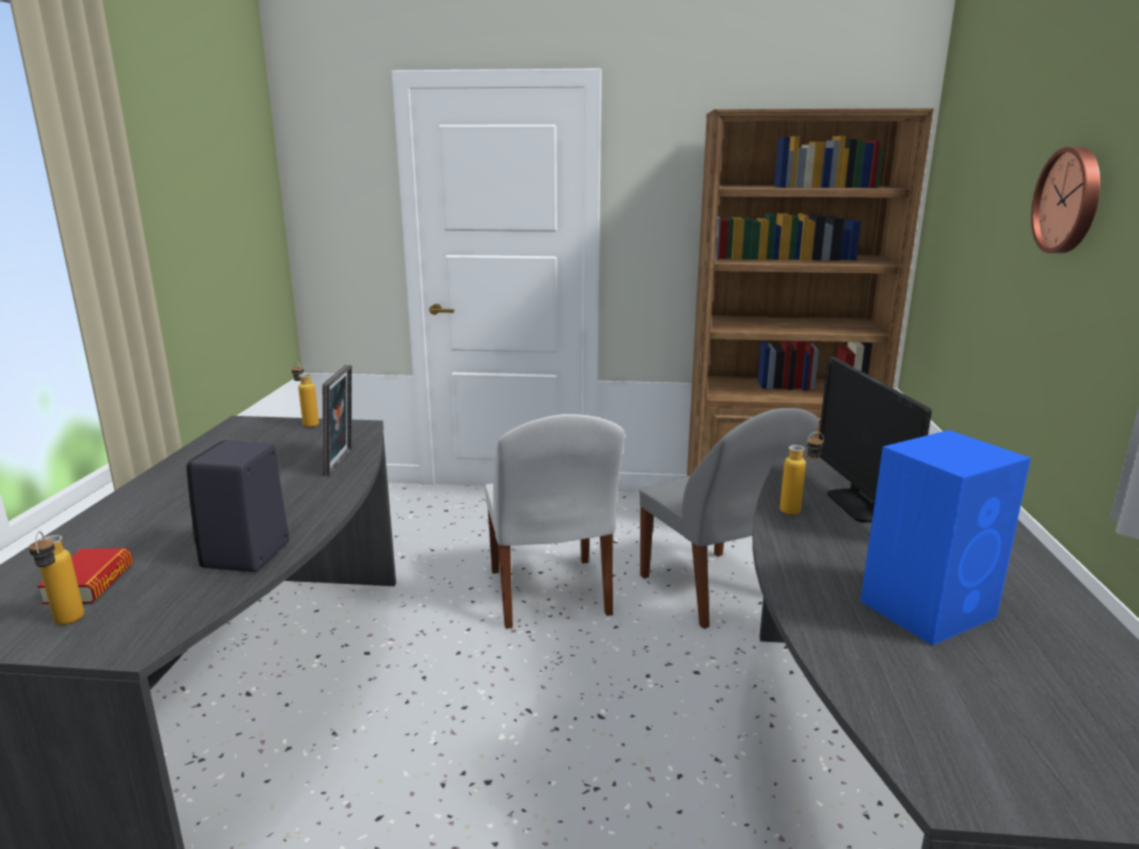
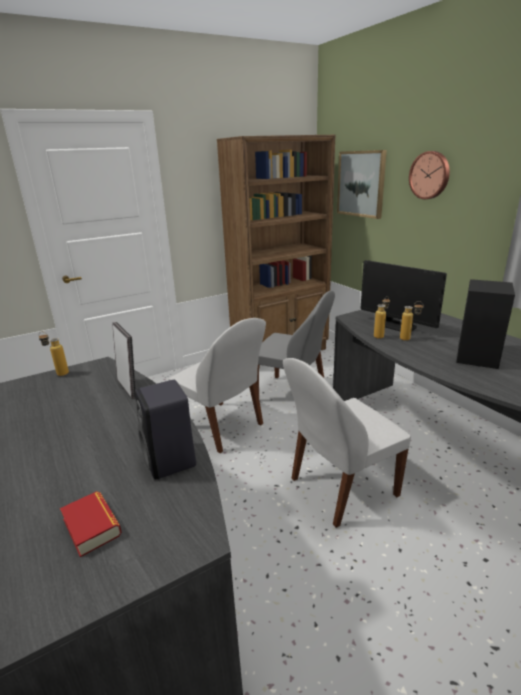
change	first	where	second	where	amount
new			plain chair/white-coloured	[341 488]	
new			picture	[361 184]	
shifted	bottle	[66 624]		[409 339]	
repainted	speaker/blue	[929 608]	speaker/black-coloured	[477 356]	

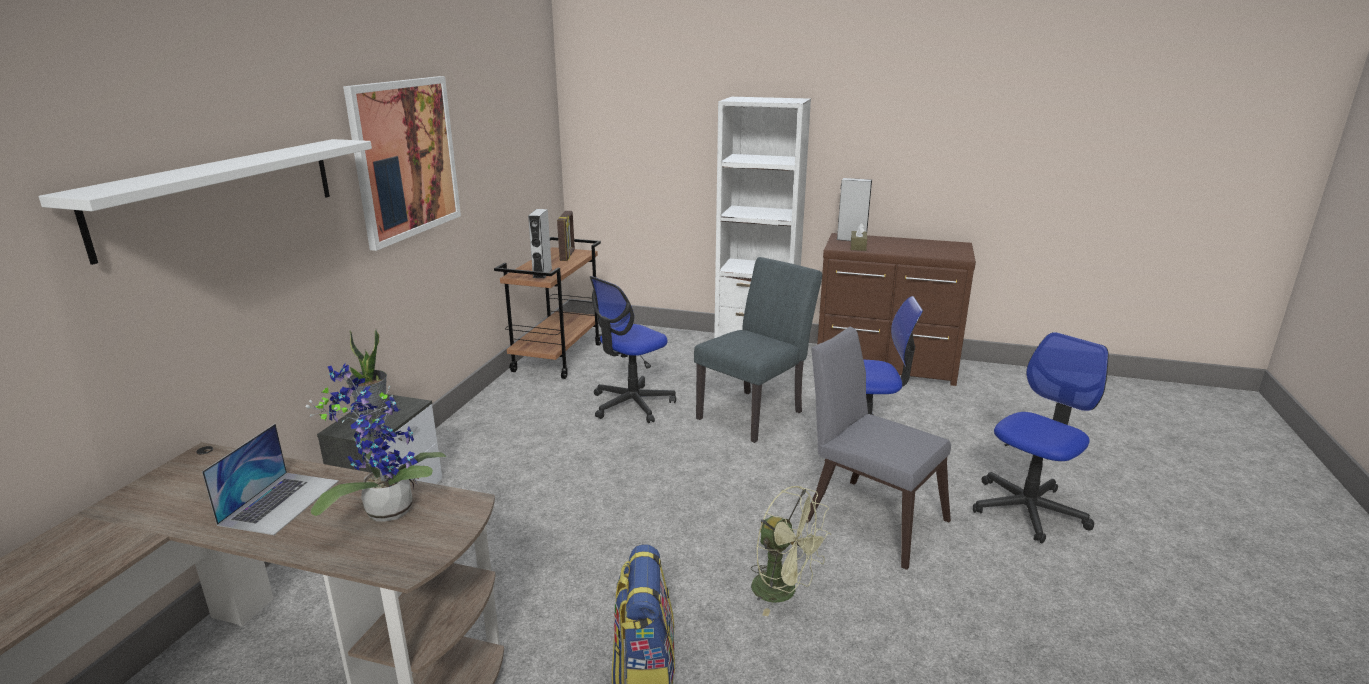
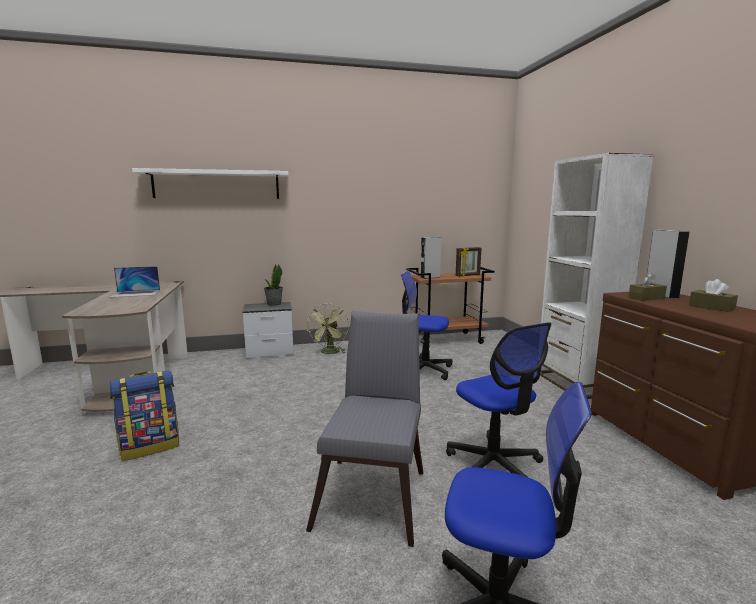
change	first	where	second	where	amount
shifted	electric fan/greenish	[783 592]		[330 353]	
new			tissue box/brownish	[711 307]	
gone	plant in a pot	[385 509]			
gone	picture	[405 159]			
gone	plain chair/gray	[755 412]			

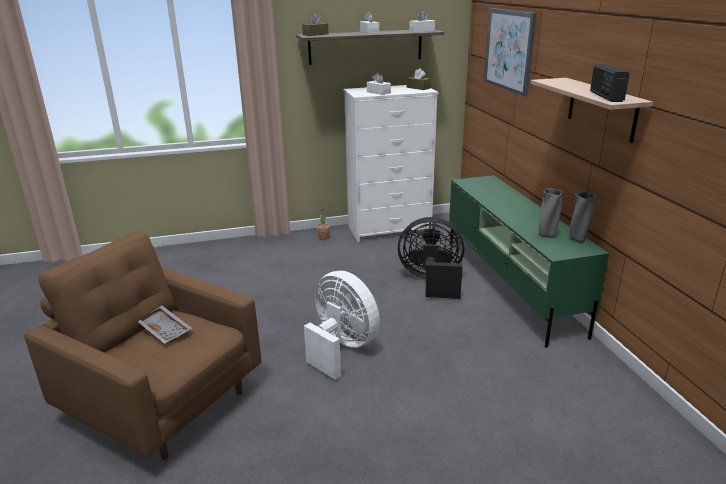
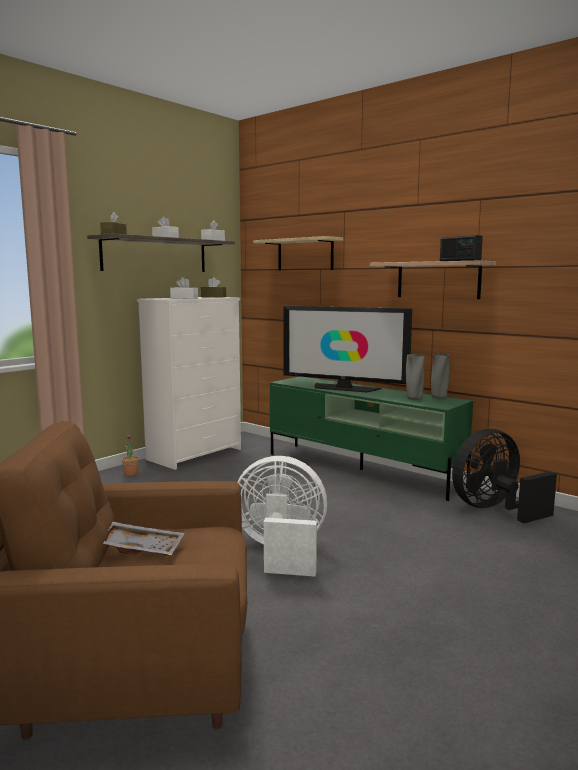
change	first	where	second	where	amount
swapped	picture	[509 50]	shelf/sand-coloured	[305 254]	
new			TV set	[344 388]	
shifted	electric fan/black-coloured	[431 282]		[494 509]	

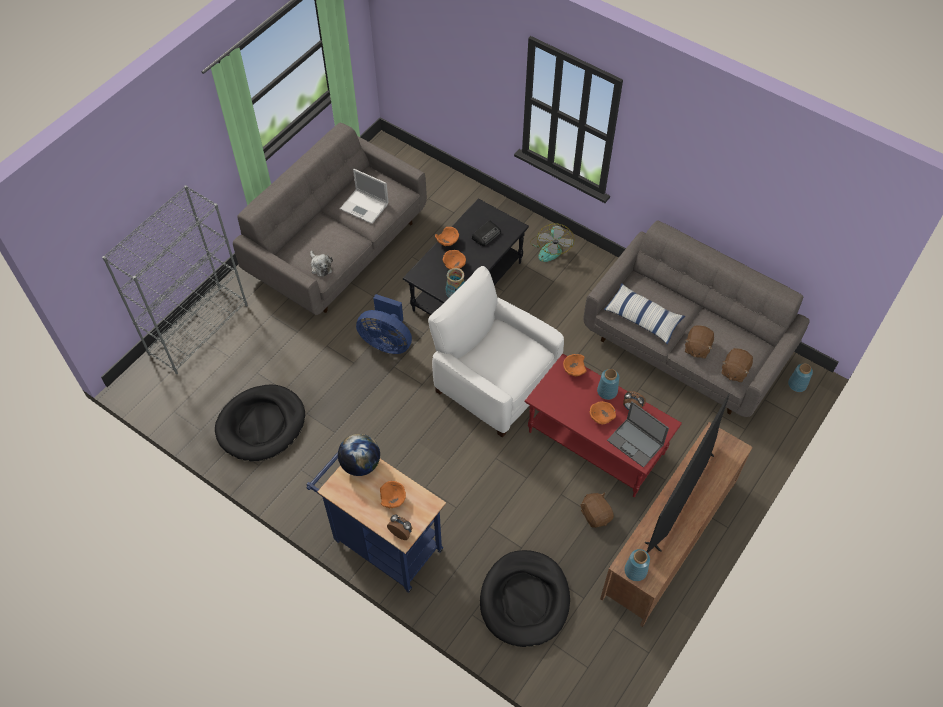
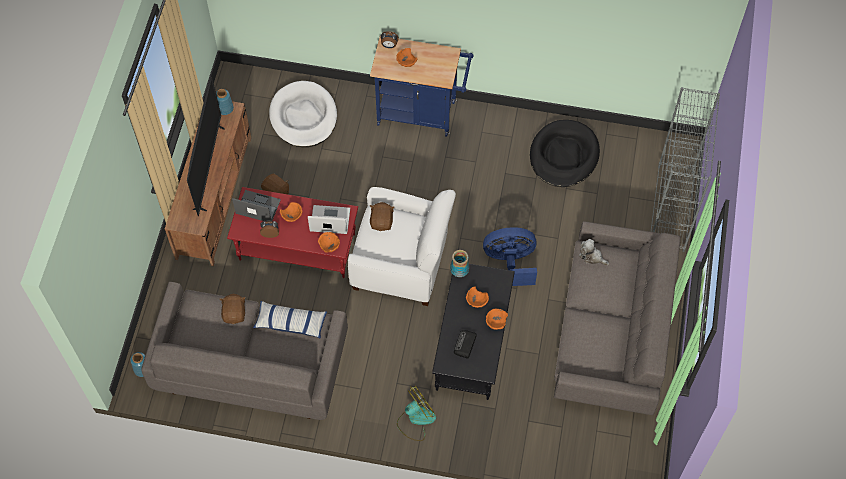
change	first	where	second	where	amount
repainted	pet bed/black-coloured	[525 600]	pet bed/white-coloured	[303 116]	
shifted	portable computer	[365 206]		[329 220]	
shifted	soft toy/brownish	[734 371]		[382 222]	
rotated	electric fan	[550 248]		[416 419]	75 degrees clockwise
gone	desk globe	[360 464]			
gone	decorative vase/blue	[607 391]			

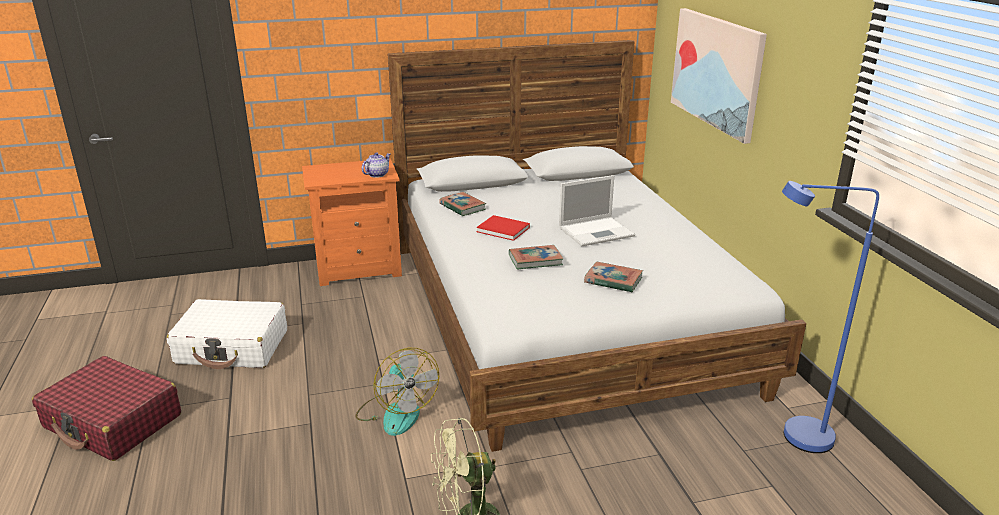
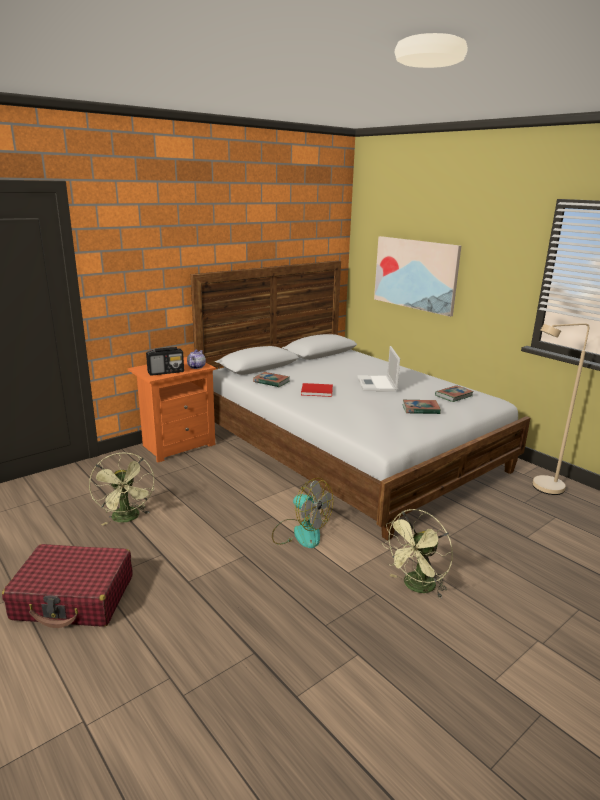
change	first	where	second	where	amount
swapped	suitcase/white-coloured	[232 347]	electric fan/greenish	[127 518]	
new			radio receiver	[166 372]	
rotated	portable computer	[597 231]		[377 384]	135 degrees clockwise
shifted	volume	[535 260]		[454 396]	
repainted	floor lamp/blue	[794 436]	floor lamp/sand-coloured	[540 488]	

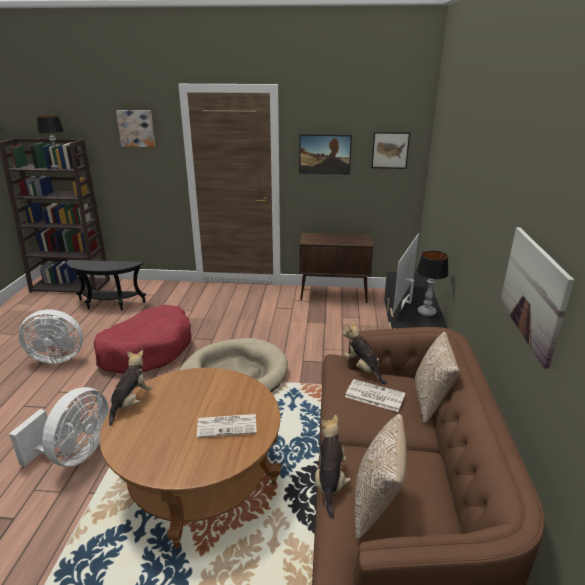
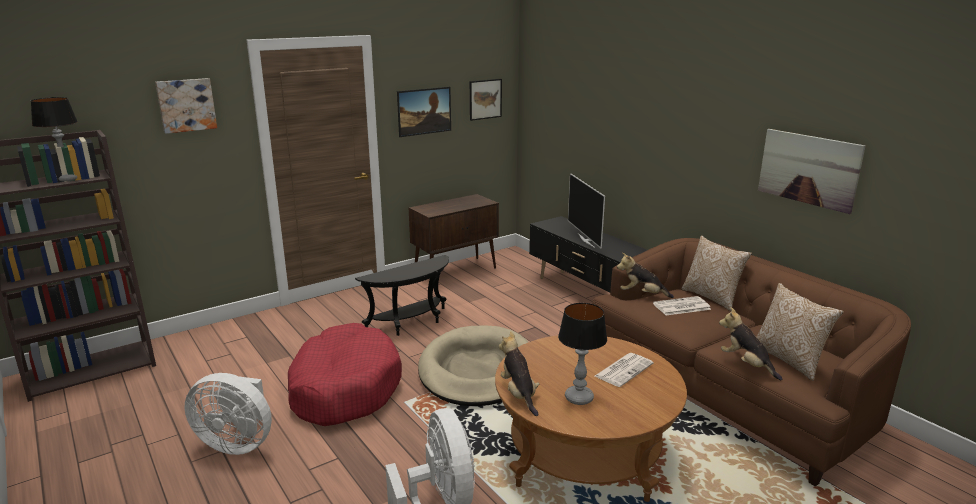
change	first	where	second	where	amount
rotated	electric fan/white-coloured	[57 357]		[237 443]	60 degrees clockwise
shifted	end table/black-coloured	[109 304]		[411 323]	
shifted	table lamp	[427 312]		[579 398]	

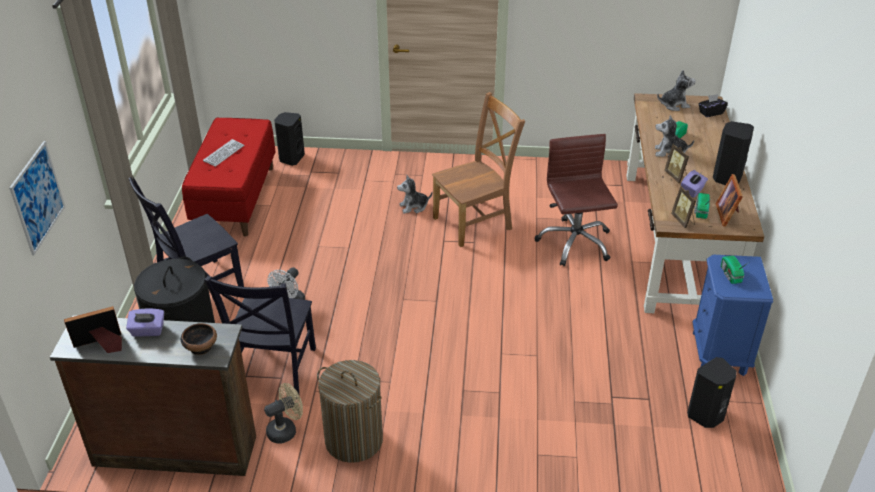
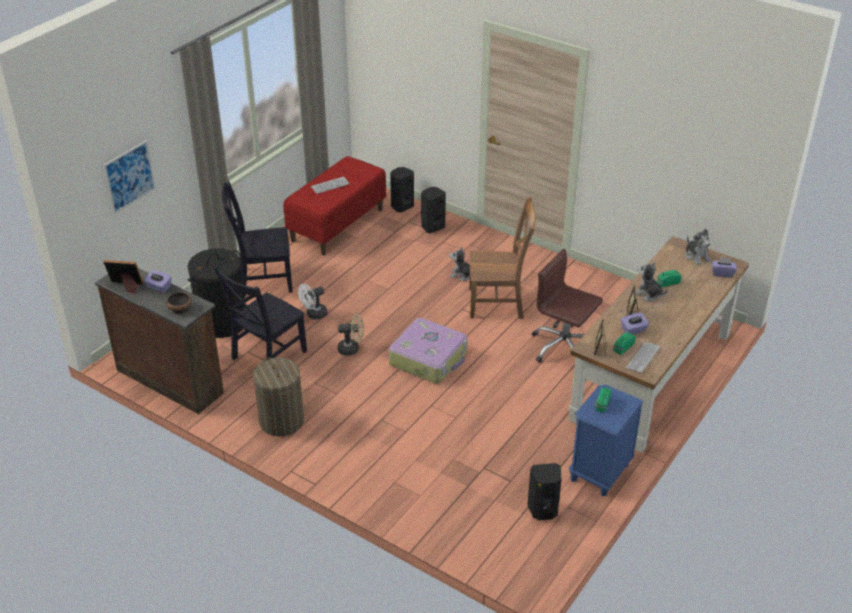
change	first	where	second	where	amount
shifted	electric fan/sand-coloured	[286 430]		[352 349]	
new			suitcase	[429 358]	
shifted	speaker/black-coloured	[726 178]		[432 227]	
rotated	computer chair/brownish	[574 243]		[563 347]	75 degrees counterclockwise
swapped	photo frame	[728 214]	computer keyboard	[643 358]	
rotated	soft toy	[674 105]		[696 256]	45 degrees clockwise
repainted	tissue box/black-coloured	[711 113]	tissue box/purple	[722 273]	

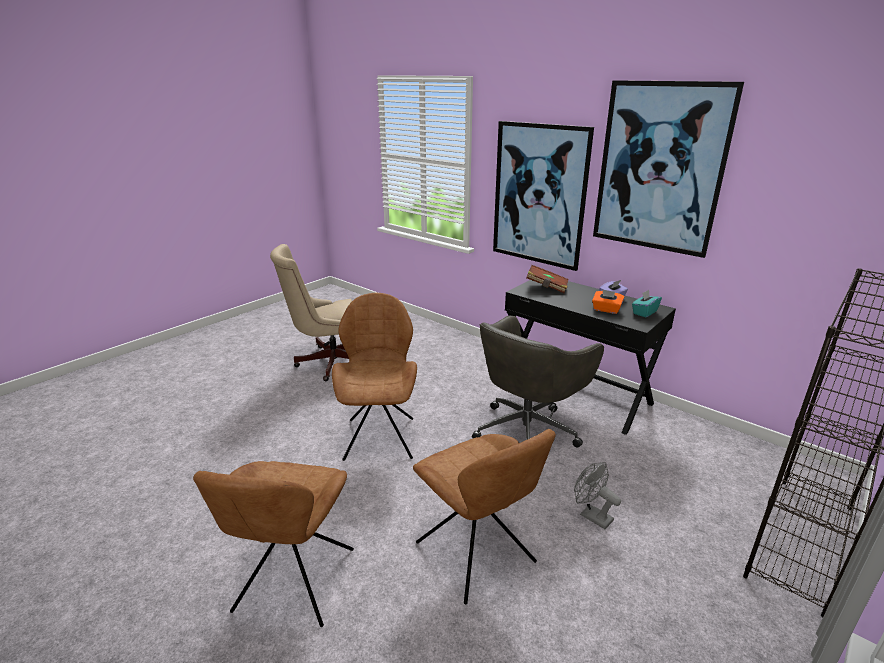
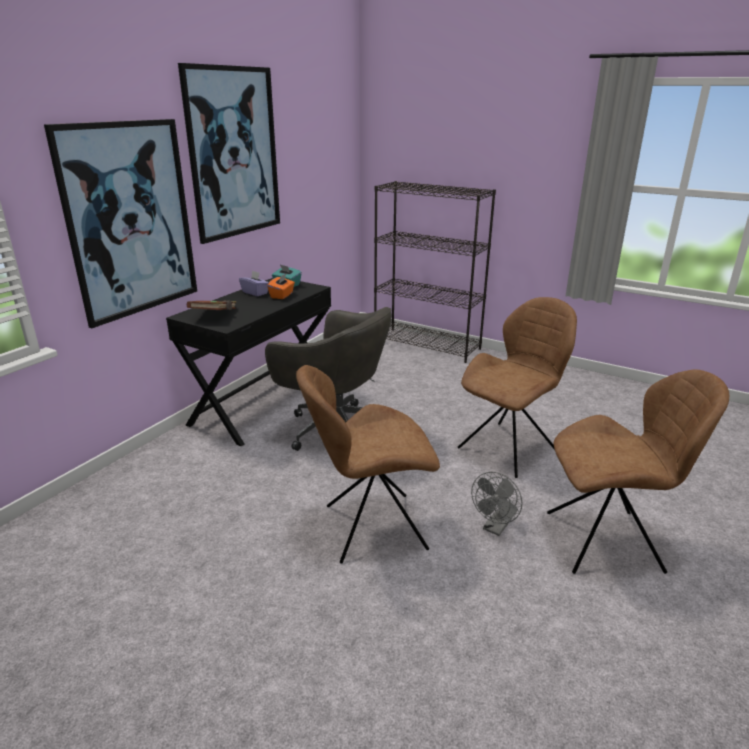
change	first	where	second	where	amount
shifted	electric fan/gray	[591 515]		[495 528]	
gone	computer chair/sand-coloured	[328 362]			

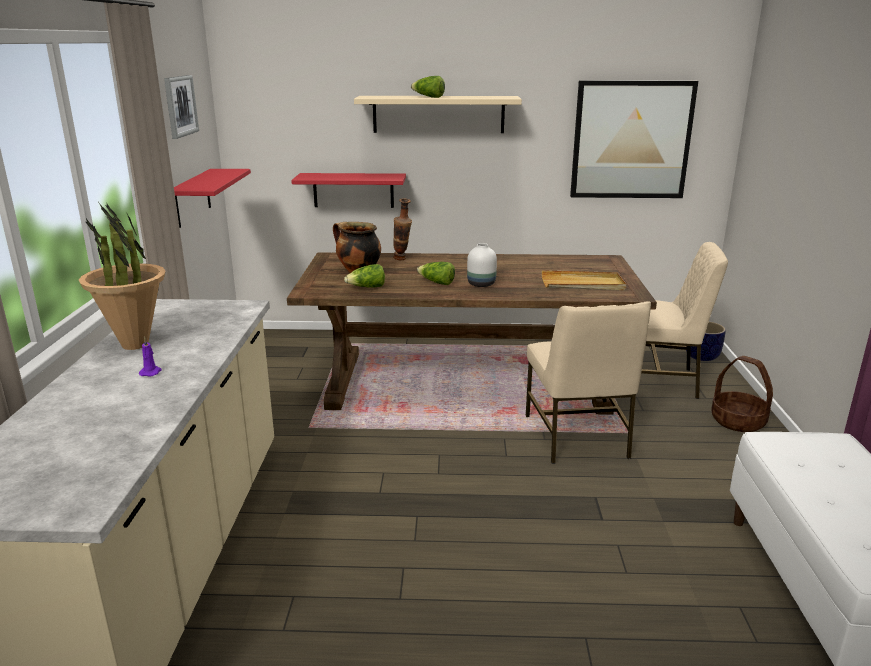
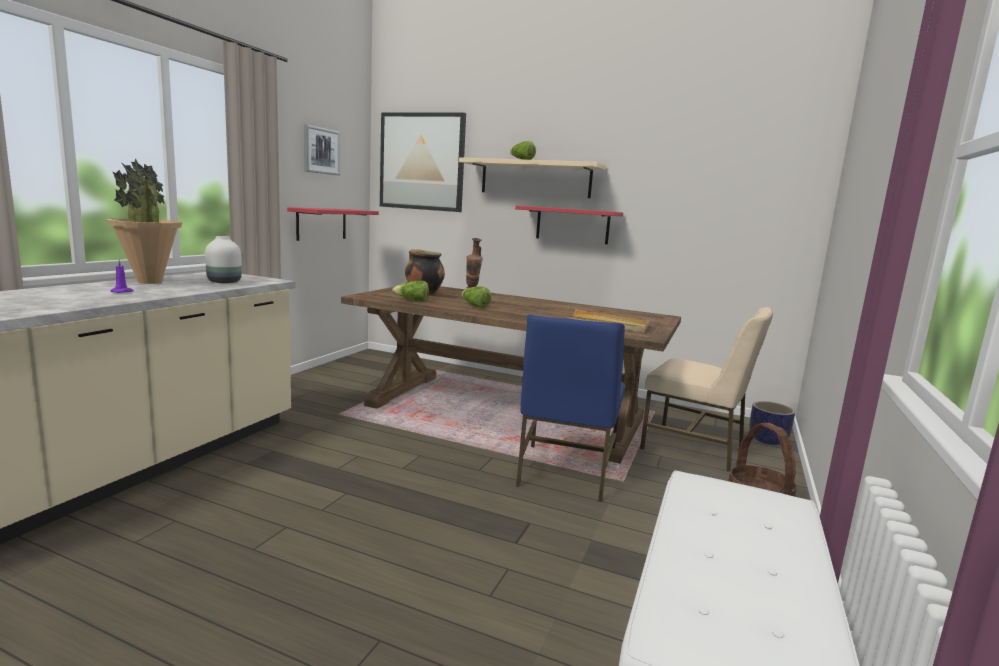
change	first	where	second	where	amount
shifted	decorative vase/white-coloured	[481 284]		[224 282]	
shifted	picture	[631 140]		[422 162]	
shifted	shelf/red-coloured	[353 190]		[572 225]	
repainted	plain chair/sand-coloured	[577 437]	plain chair/blue	[564 472]	

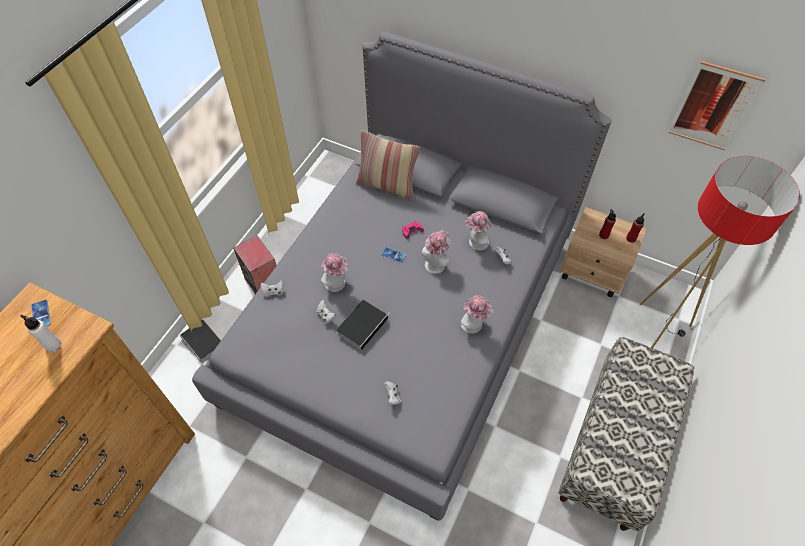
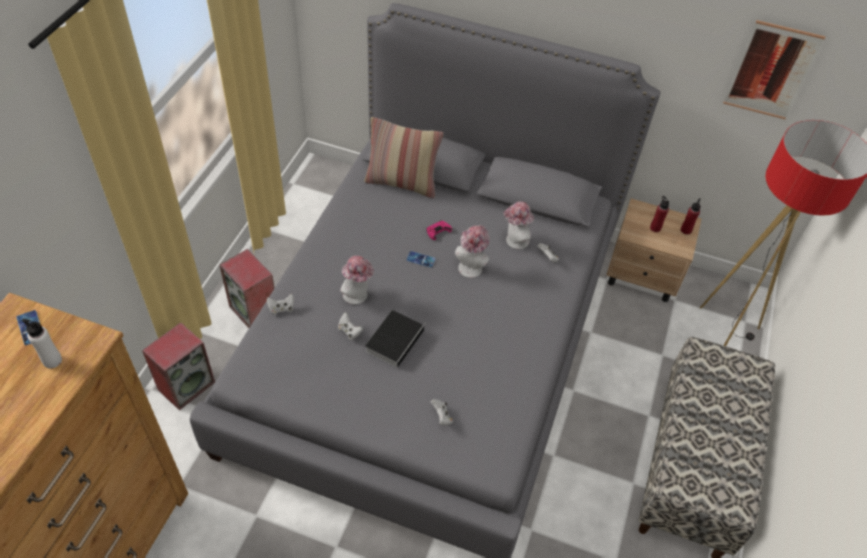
change	first	where	second	where	amount
swapped	volume	[204 343]	speaker	[186 385]	
gone	hat	[474 325]			

